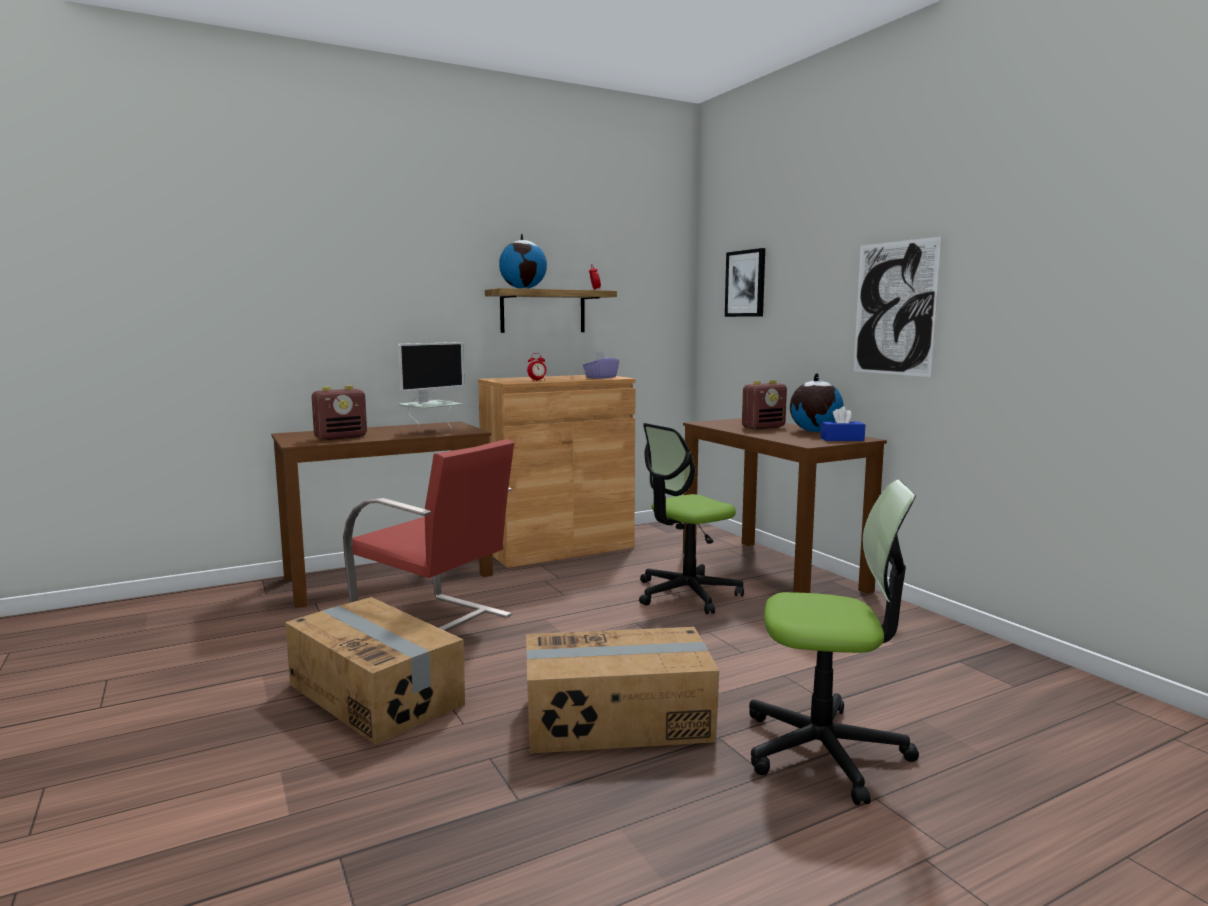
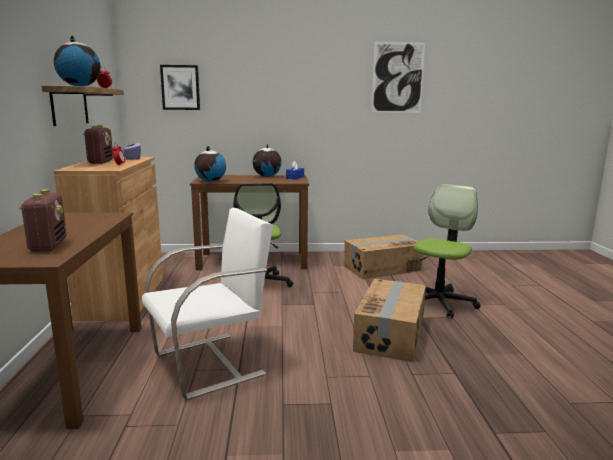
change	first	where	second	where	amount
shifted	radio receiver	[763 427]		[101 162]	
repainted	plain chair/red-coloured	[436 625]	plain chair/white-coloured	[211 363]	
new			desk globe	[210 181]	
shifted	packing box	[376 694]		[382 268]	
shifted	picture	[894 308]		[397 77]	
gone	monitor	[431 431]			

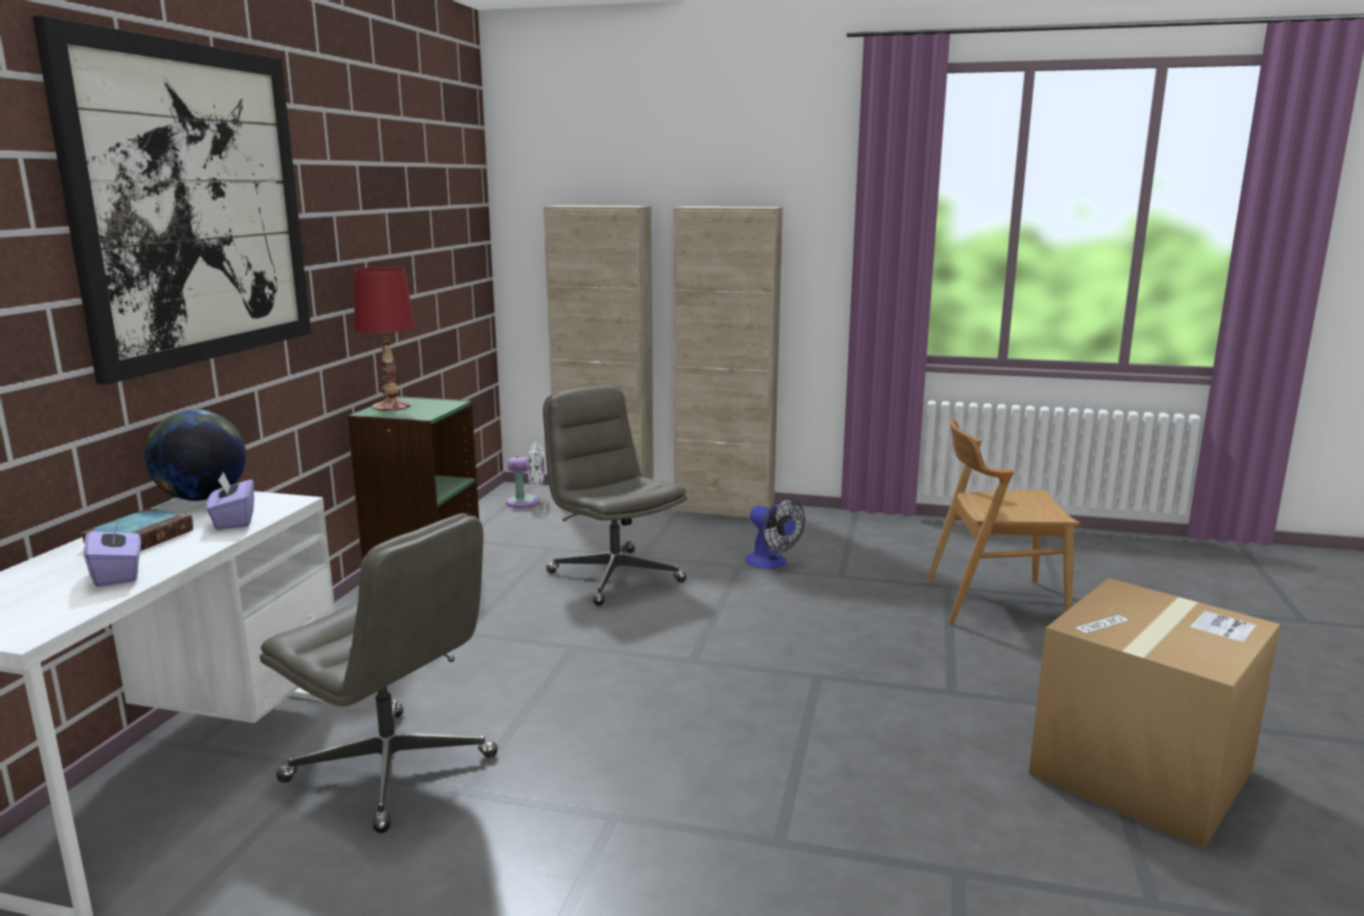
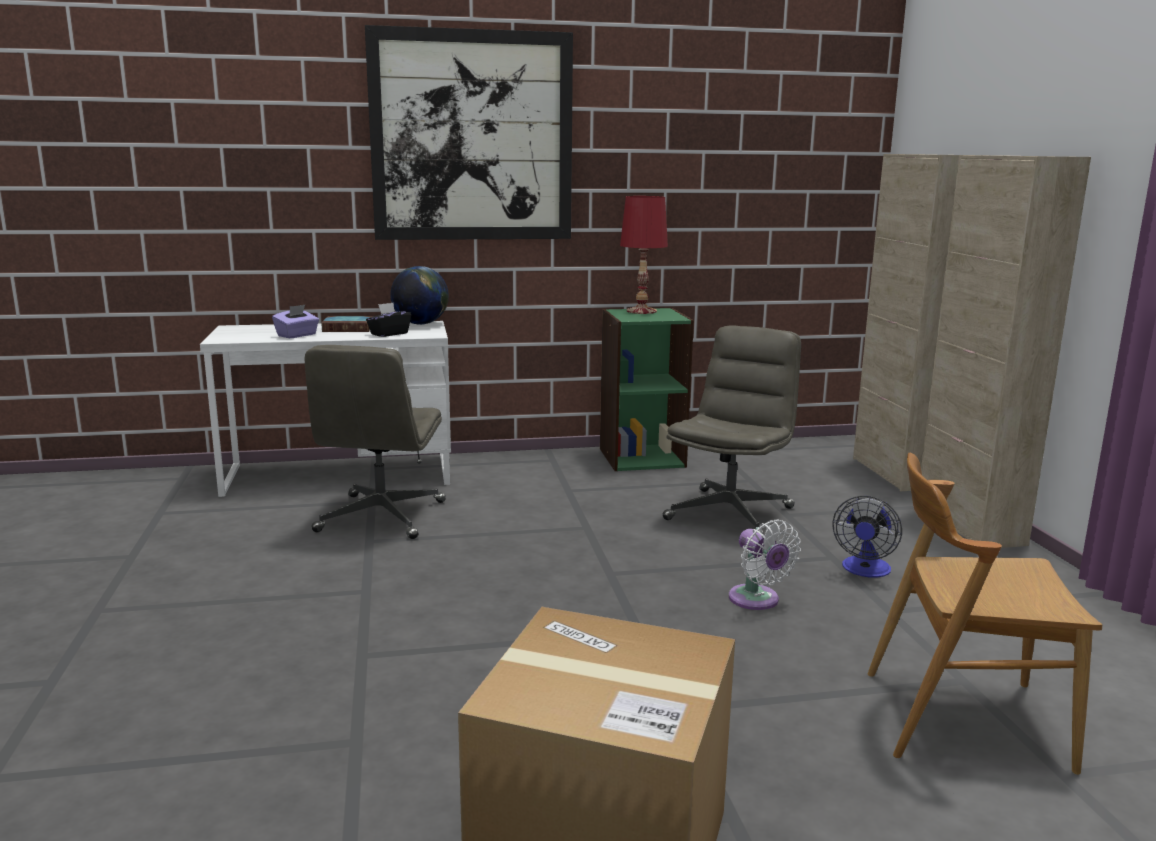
change	first	where	second	where	amount
repainted	tissue box/purple	[233 521]	tissue box/black-coloured	[389 334]	
shifted	electric fan/white-coloured	[527 502]		[757 601]	
rotated	plain chair/brownish	[994 602]		[963 719]	60 degrees counterclockwise

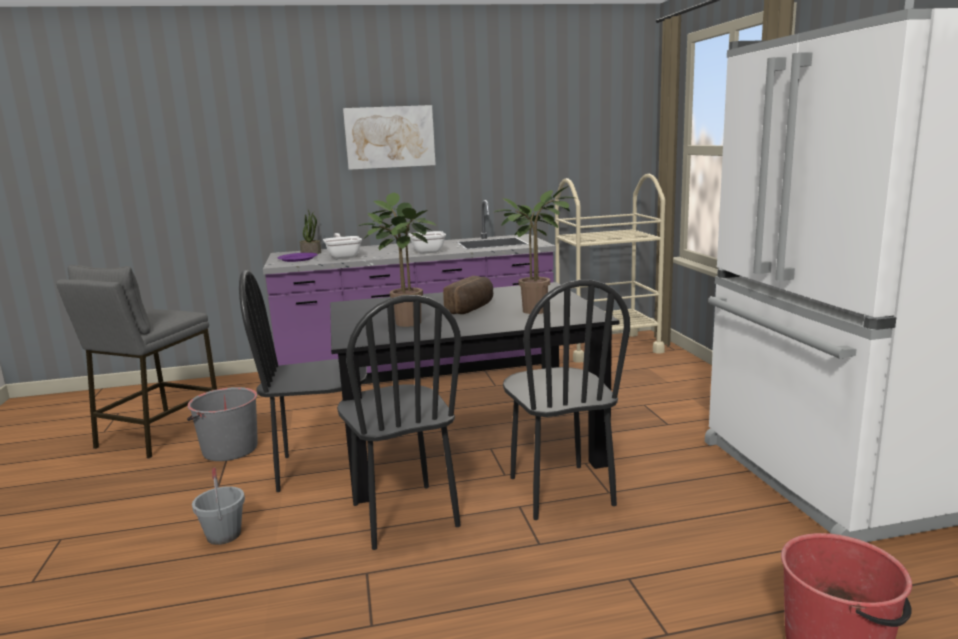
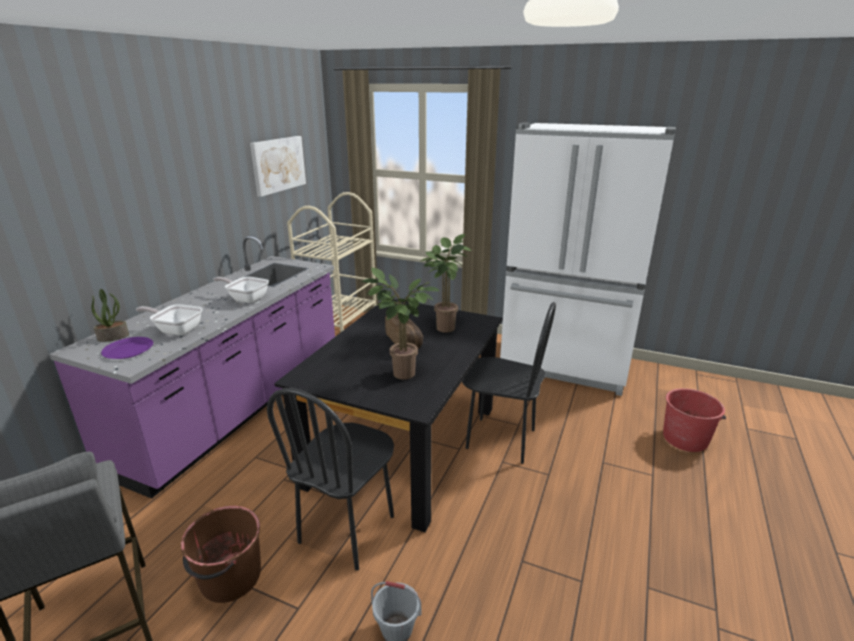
change	first	where	second	where	amount
repainted	pail/gray	[229 450]	pail/brownish	[230 578]	
shifted	picture	[390 137]		[278 164]	
gone	plain chair/black-coloured	[403 515]			

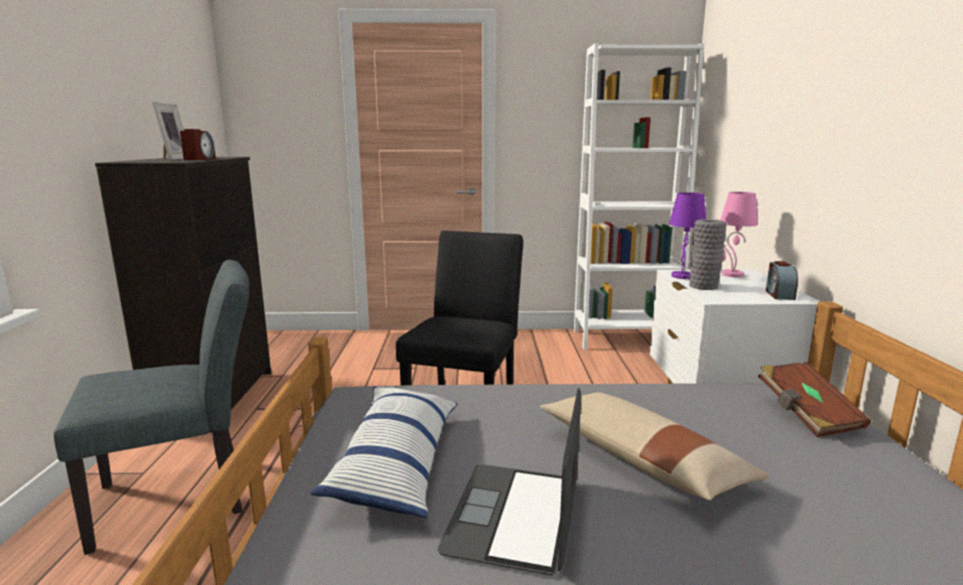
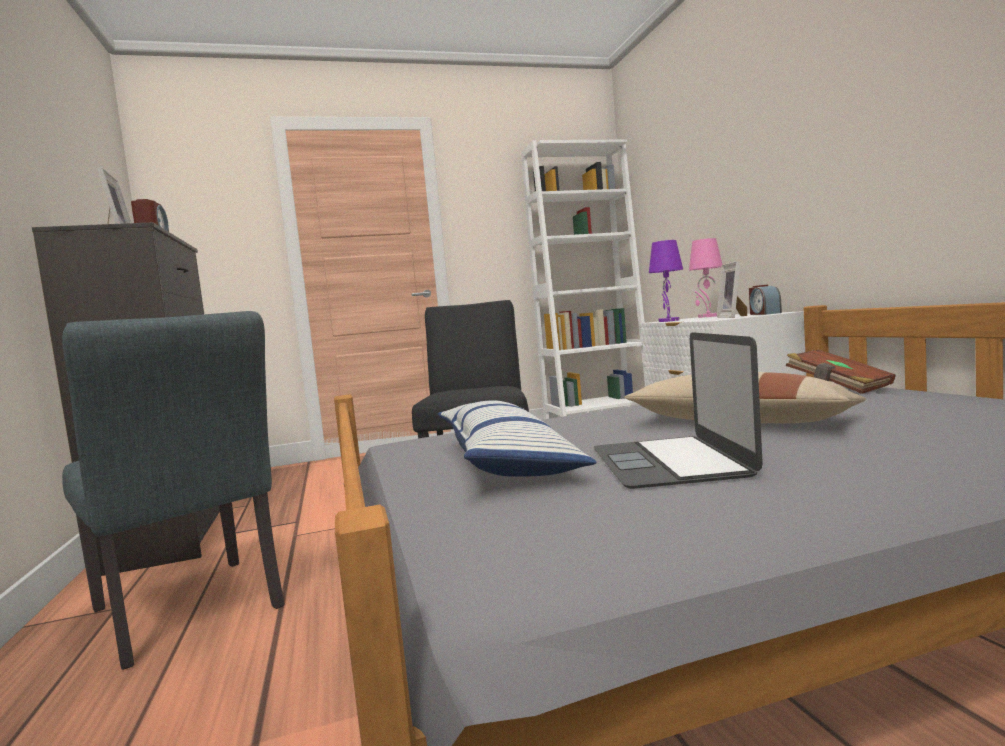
change	first	where	second	where	amount
rotated	plain chair/gray	[185 496]		[191 613]	90 degrees clockwise
new			photo frame	[734 316]	
gone	decorative vase/gray	[703 286]			

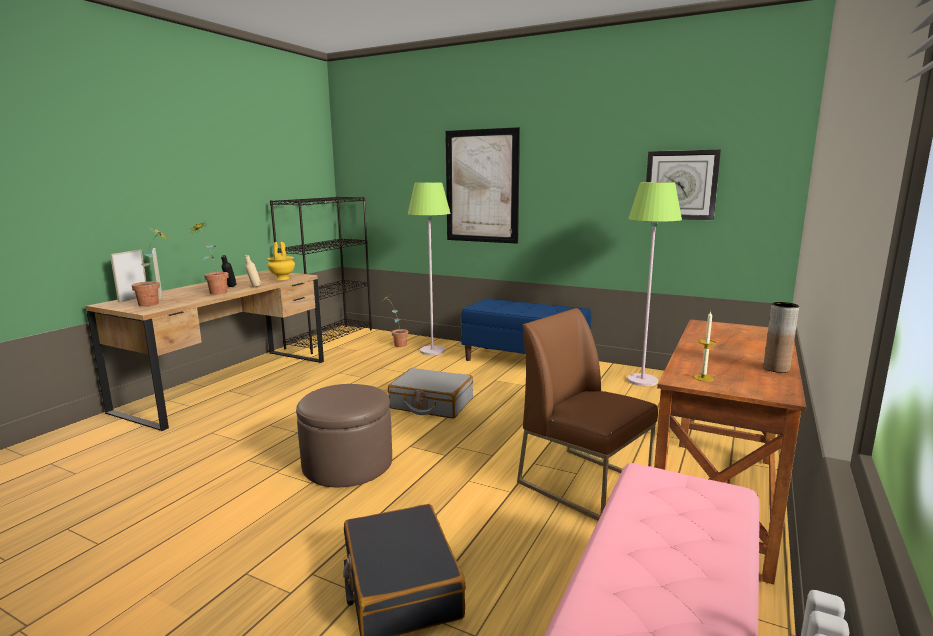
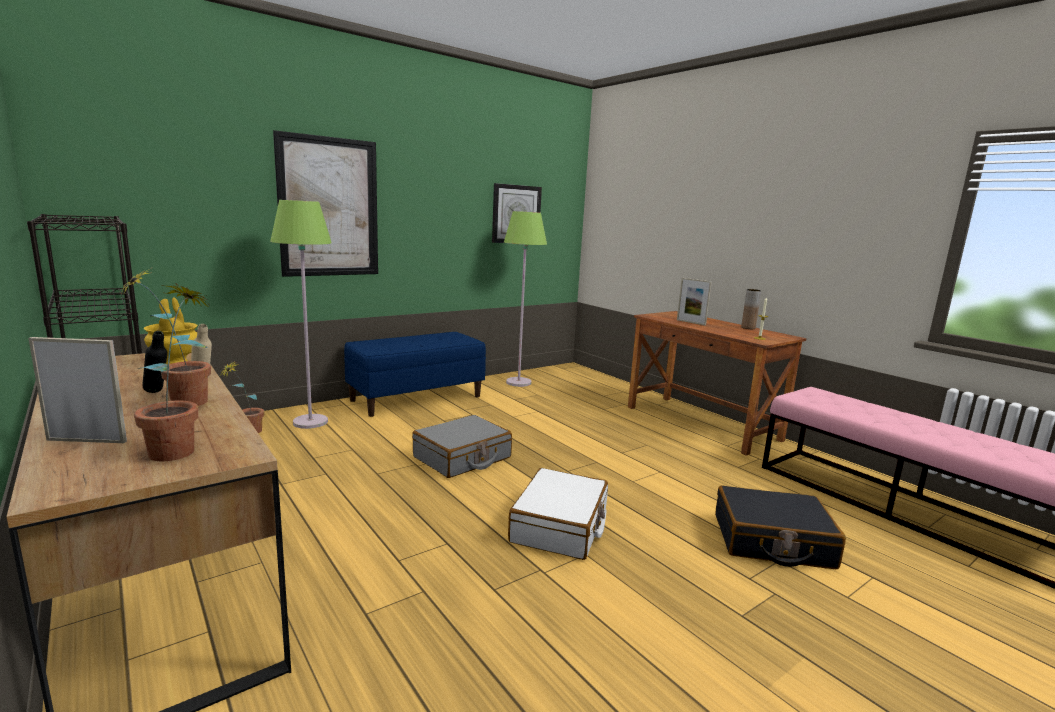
change	first	where	second	where	amount
swapped	ottoman/brownish	[347 464]	suitcase/white-coloured	[560 526]	
shifted	photo frame	[133 298]		[691 322]	
gone	plain chair/brownish	[585 482]			

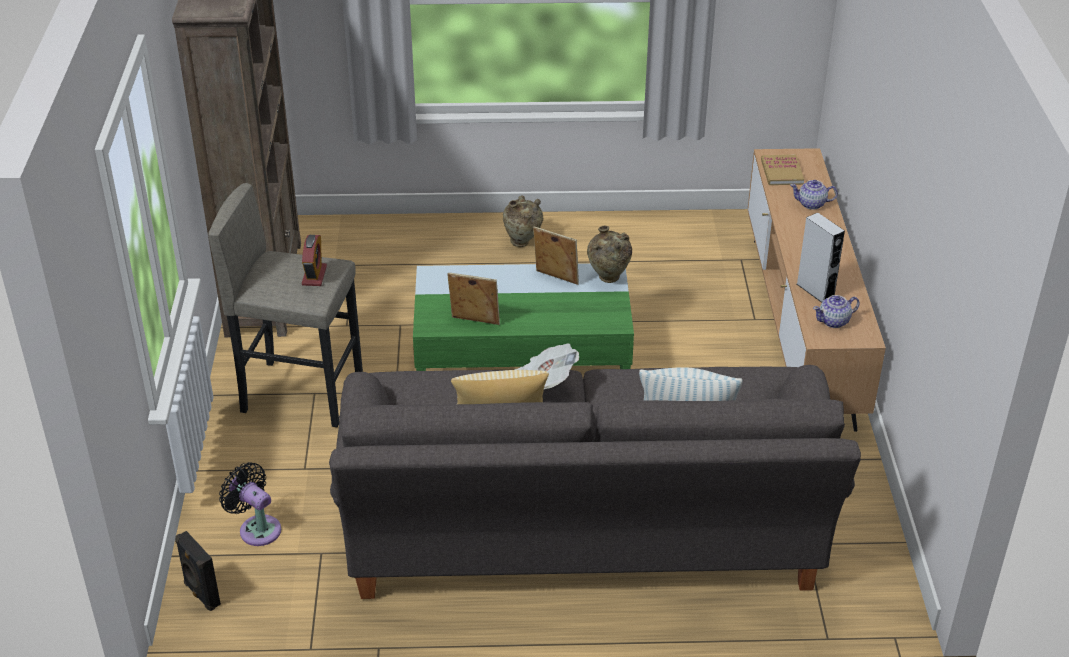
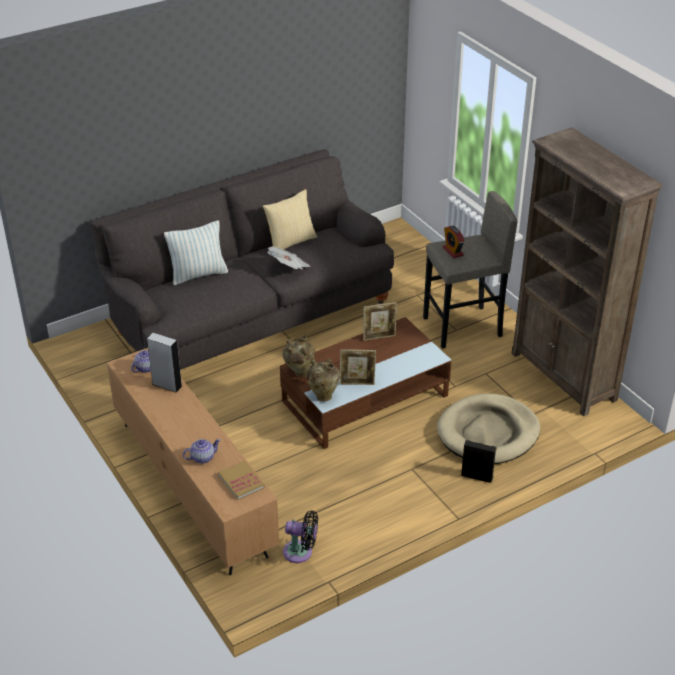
change	first	where	second	where	amount
repainted	lounge table/greenish	[522 351]	lounge table/brownish	[365 398]	
shifted	decorative vase/sand-coloured	[522 243]		[299 373]	
shifted	electric fan/black-coloured	[257 528]		[301 552]	
new			pet bed/sand-coloured	[488 433]	
shifted	speaker/black-coloured	[201 594]		[477 476]	

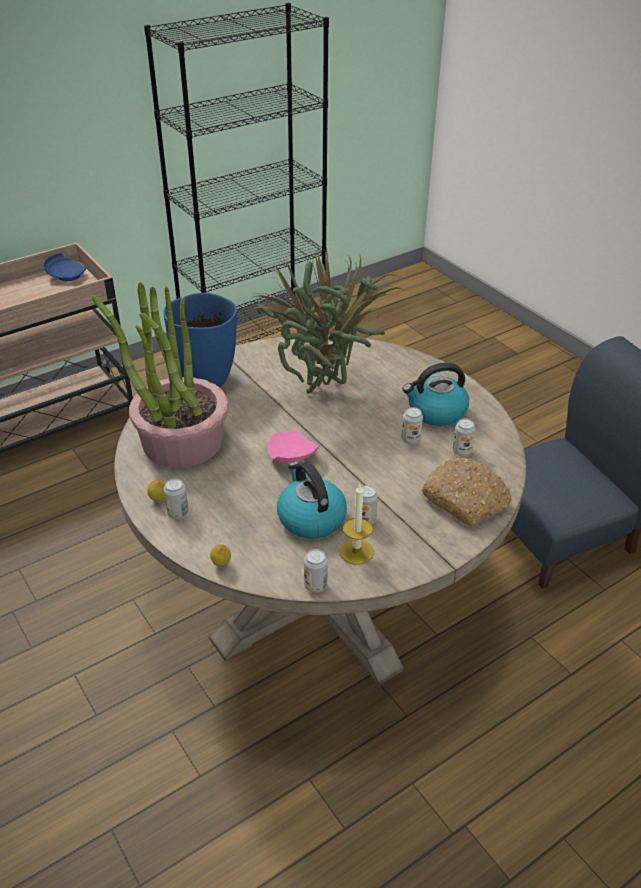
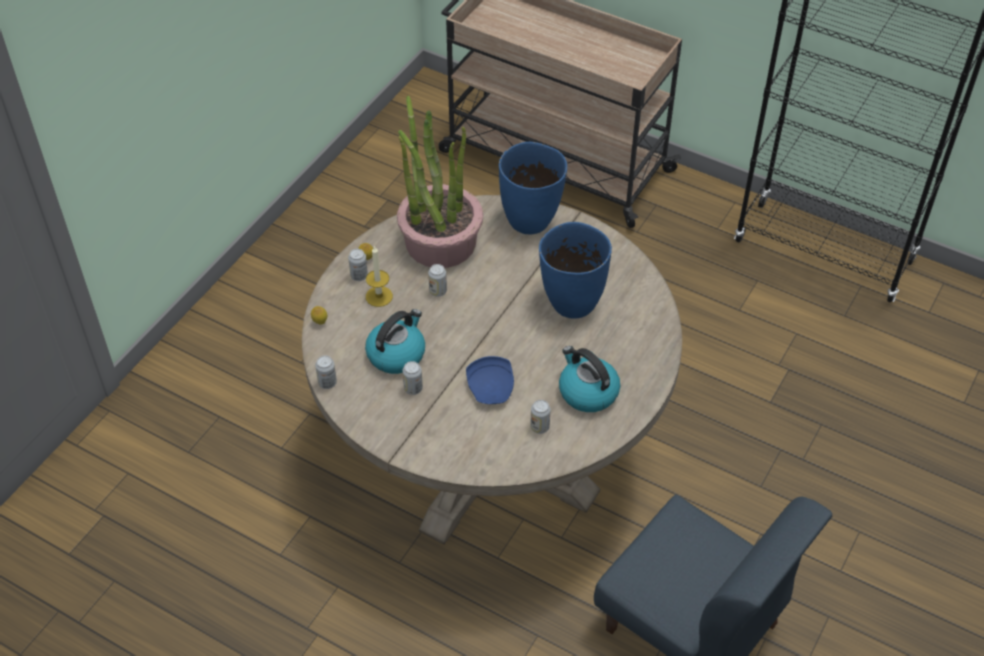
change	first	where	second	where	amount
shifted	wax candle	[356 551]		[379 296]	
shifted	metal can	[410 440]		[438 291]	
shifted	dinner plate/blue	[66 275]		[491 388]	
swapped	plant in a pot	[326 388]	decorative vase/blue	[571 303]	
gone	dinner plate/pink	[290 456]			
gone	bread	[466 500]			

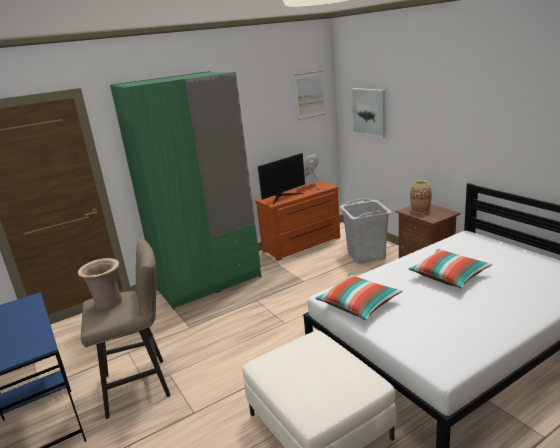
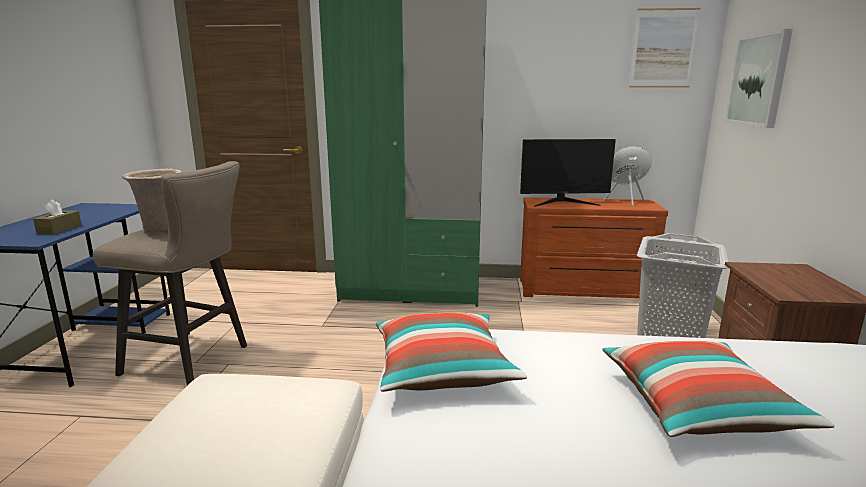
change	first	where	second	where	amount
new			tissue box/brownish	[59 229]	
gone	decorative vase	[420 210]			

